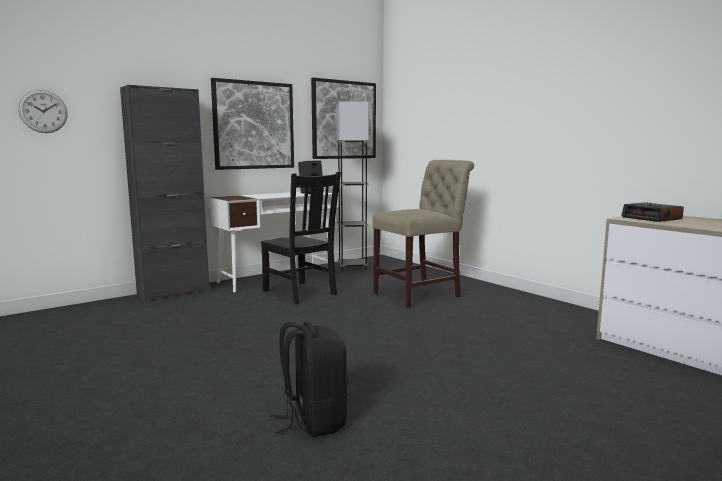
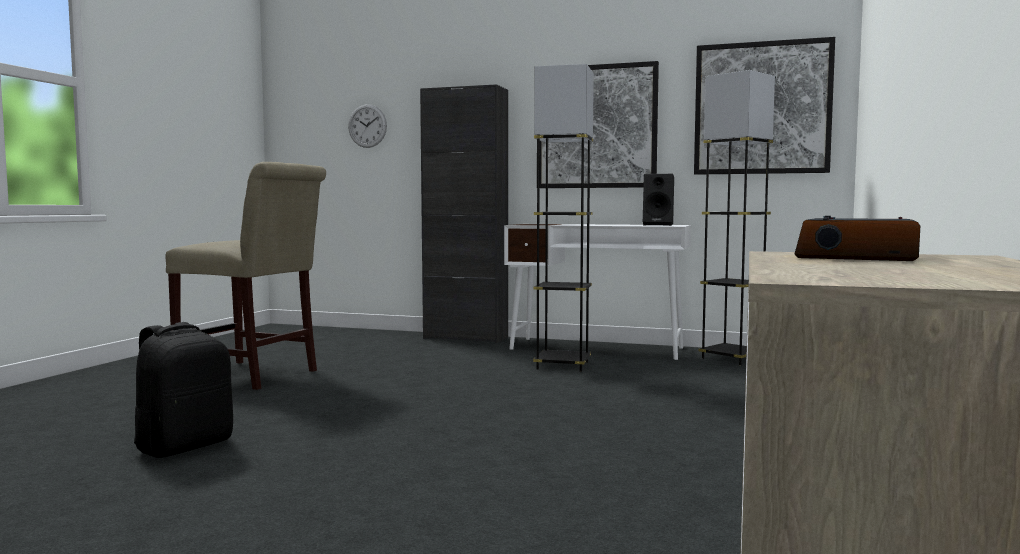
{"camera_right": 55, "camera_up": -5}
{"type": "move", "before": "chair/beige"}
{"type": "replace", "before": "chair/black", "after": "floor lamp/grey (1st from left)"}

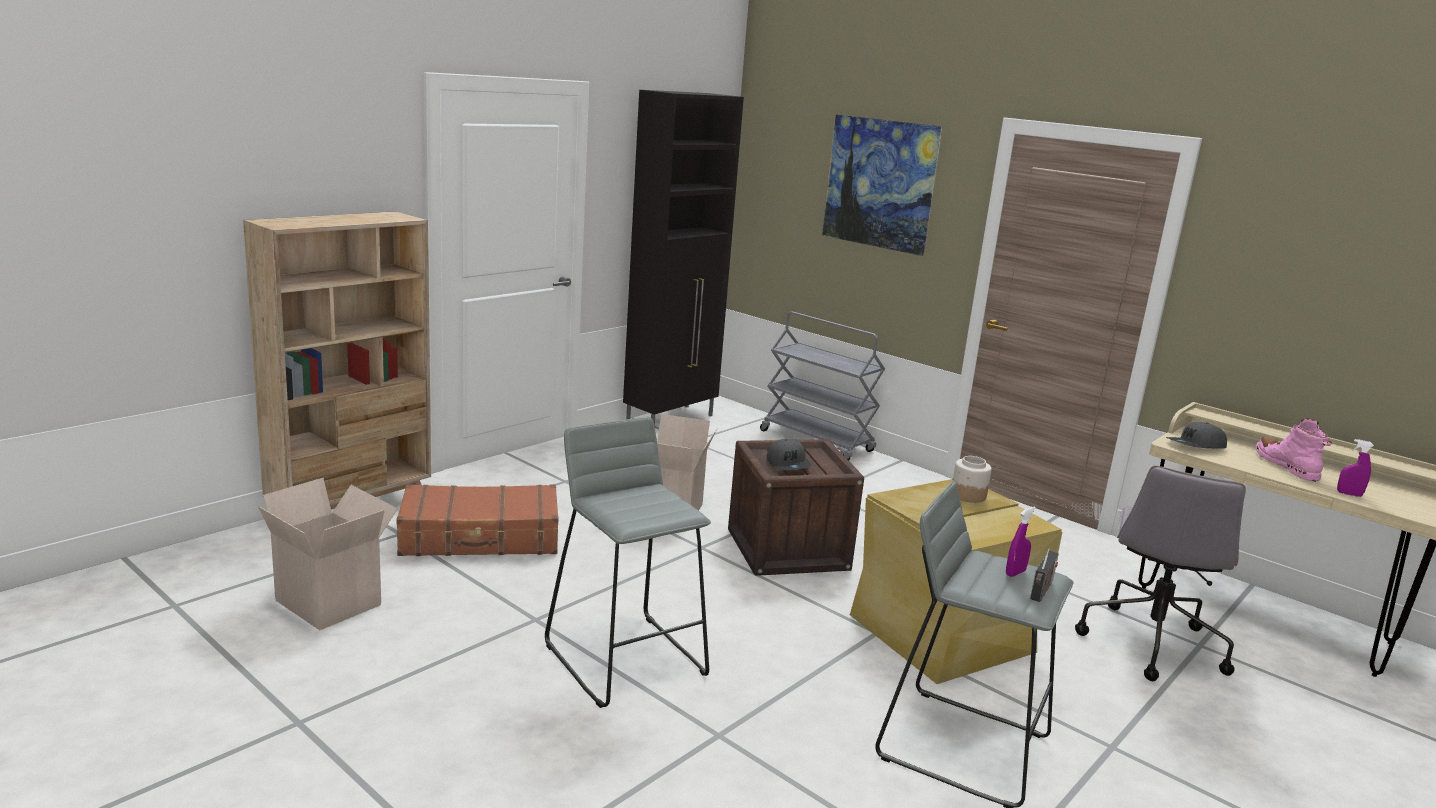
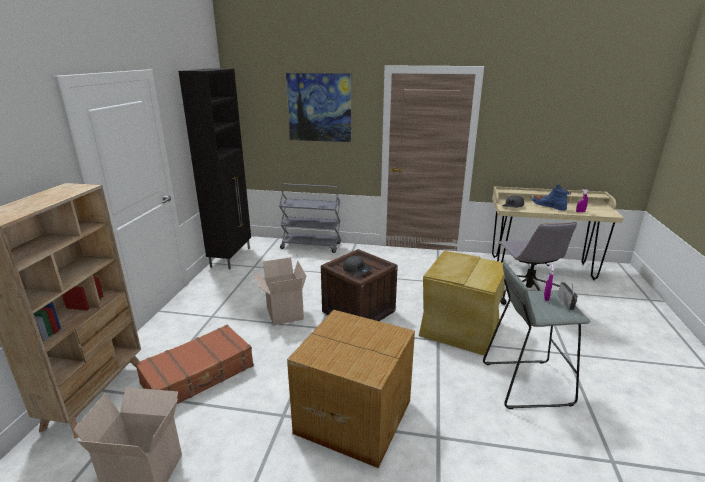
{"camera_right": -30, "camera_up": 5}
{"type": "replace", "before": "stool/grey (1st from left)", "after": "cardboard box (3rd from left)"}
{"type": "recolor", "before": "boot/pink", "after": "boot/blue"}
{"type": "delete", "before": "jar"}

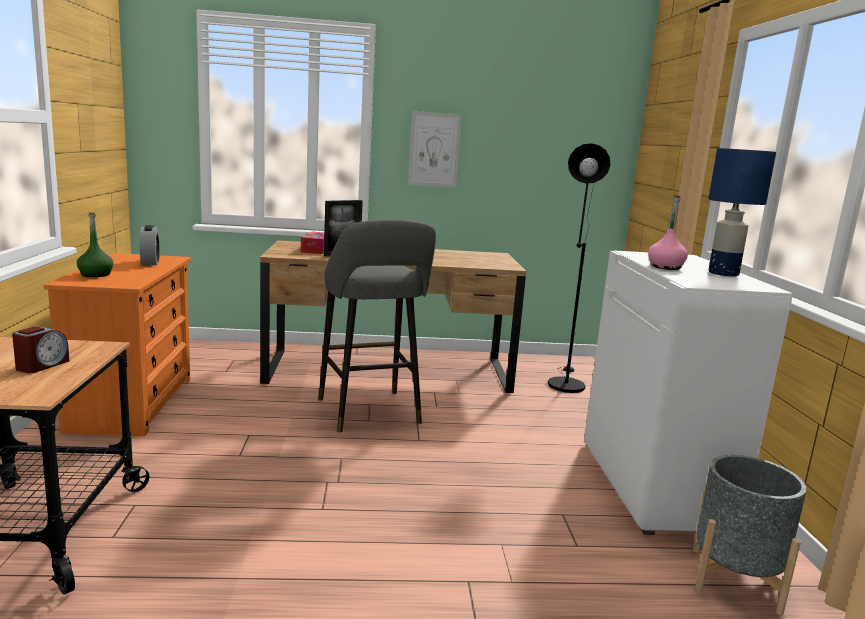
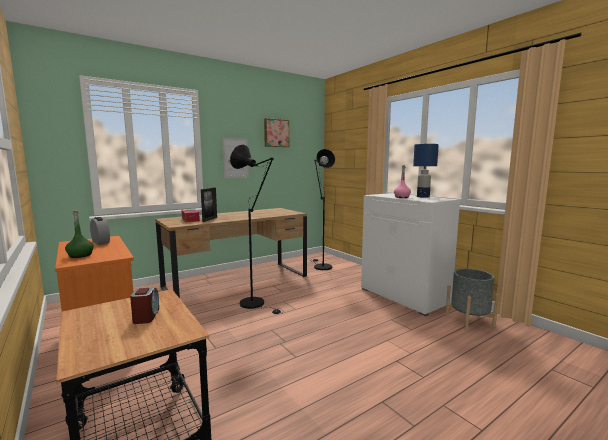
{"camera_right": -30, "camera_up": -5}
{"type": "replace", "before": "stool/grey", "after": "floor lamp/black (1st from left)"}
{"type": "insert", "after": "picture (2nd from left)"}

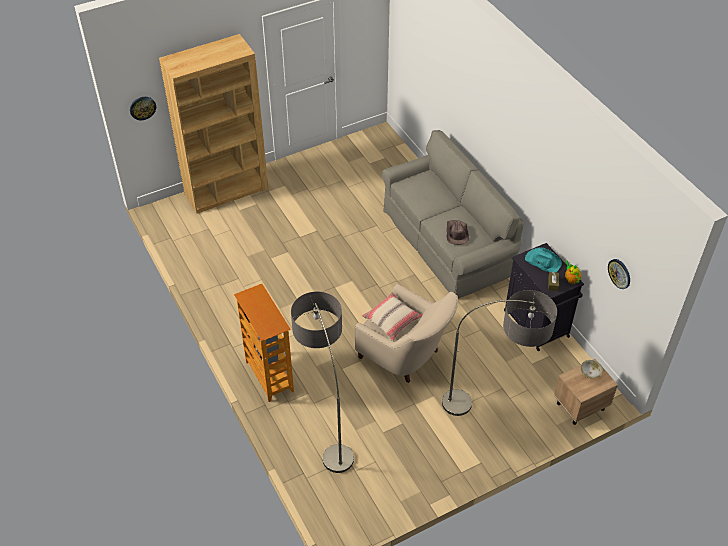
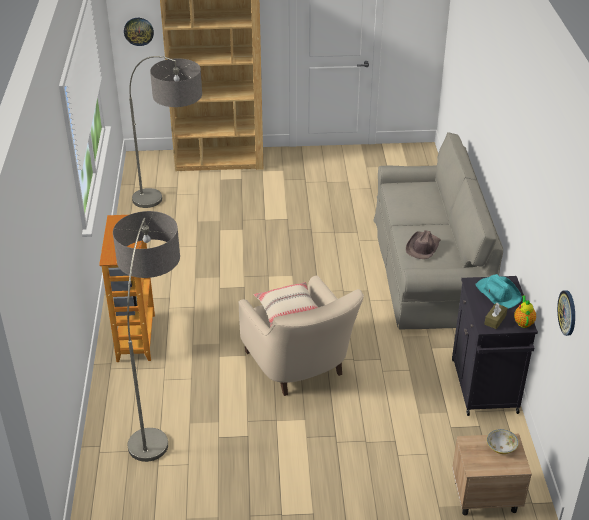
{"camera_right": 25, "camera_up": -10}
{"type": "move", "before": "floor lamp (2nd from left)"}

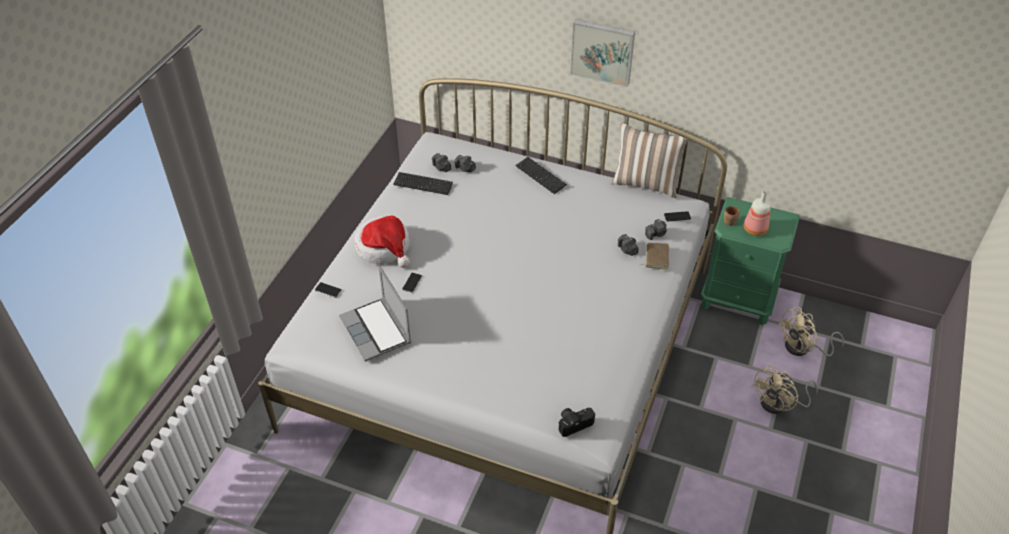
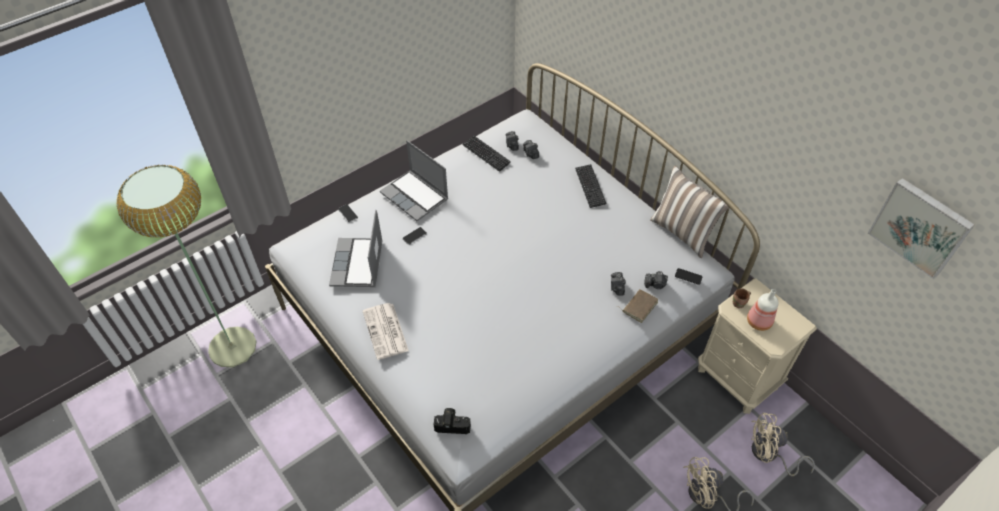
{"camera_right": 30, "camera_up": 5}
{"type": "move", "before": "picture"}
{"type": "recolor", "before": "nightstand/green", "after": "nightstand/beige"}
{"type": "replace", "before": "hat", "after": "laptop (2nd from left)"}
{"type": "insert", "after": "floor lamp"}
{"type": "insert", "after": "newspaper"}

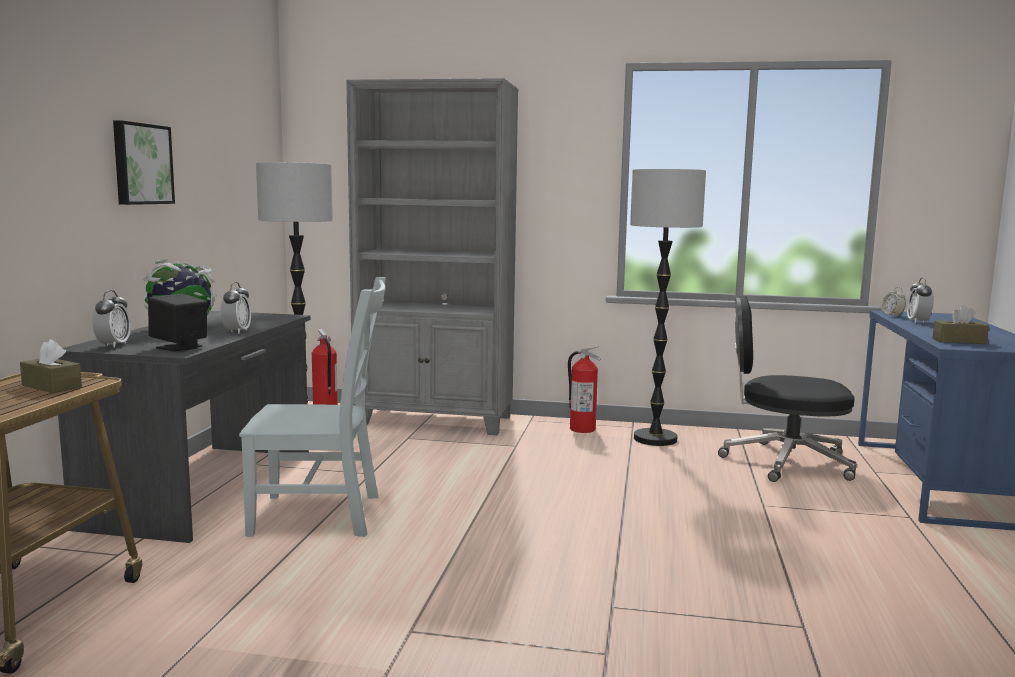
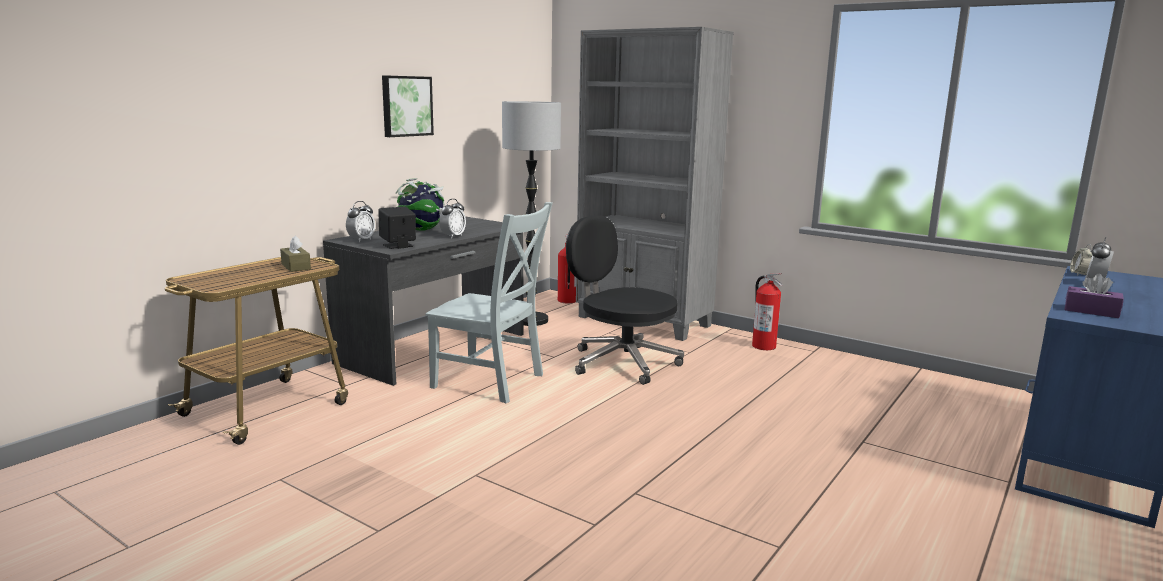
{"camera_right": 25, "camera_up": 5}
{"type": "delete", "before": "floor lamp (2nd from left)"}
{"type": "move", "before": "office chair/black"}
{"type": "recolor", "before": "tissue box/brown (2nd from left)", "after": "tissue box/purple"}

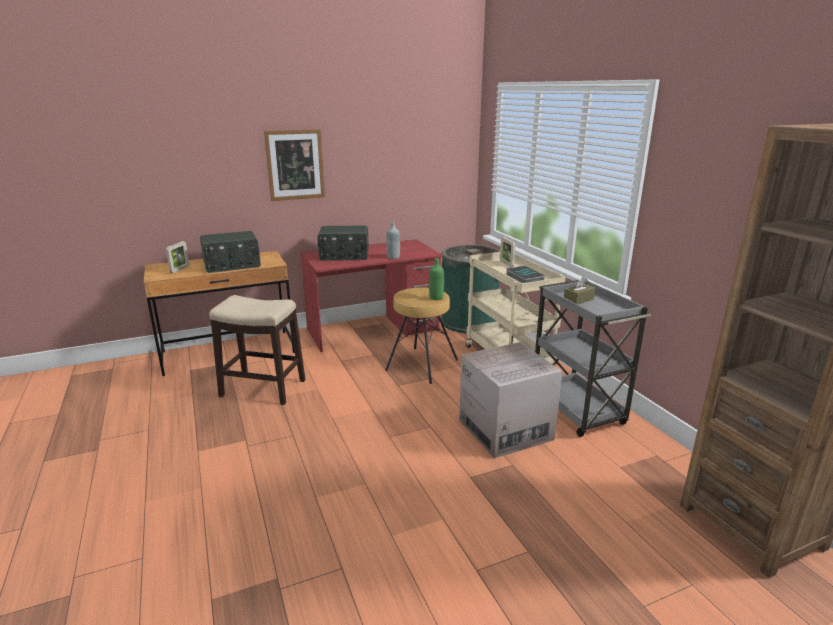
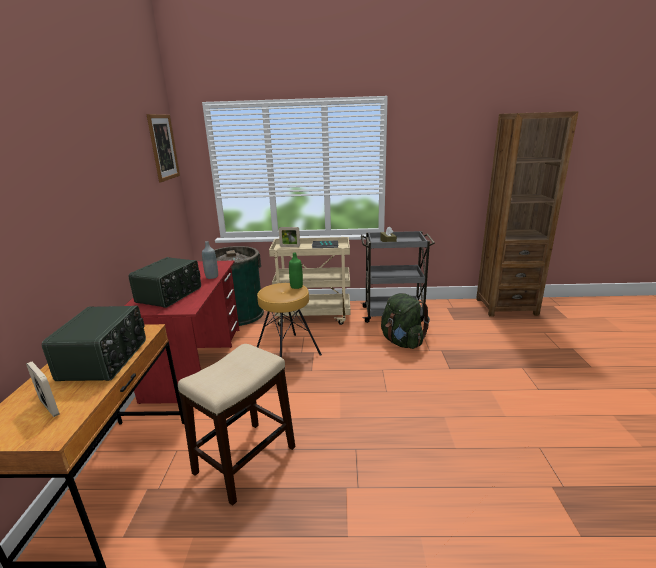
{"camera_right": -65, "camera_up": 0}
{"type": "move", "before": "picture"}
{"type": "replace", "before": "cardboard box", "after": "backpack/green"}

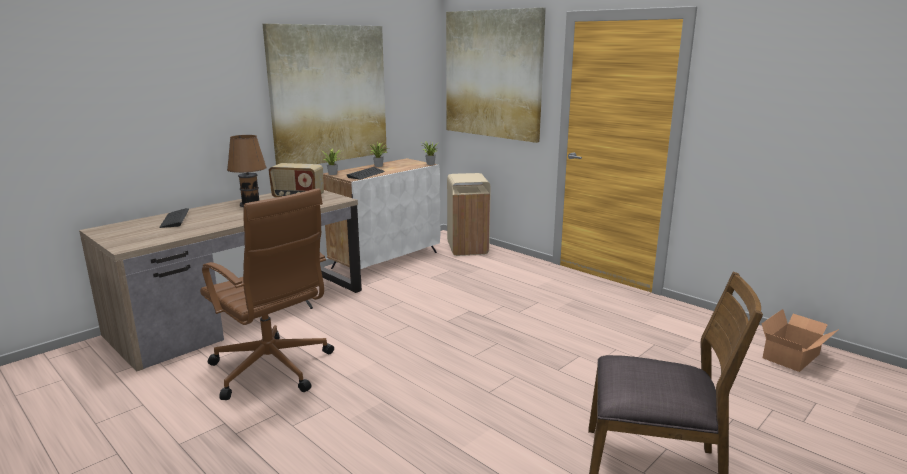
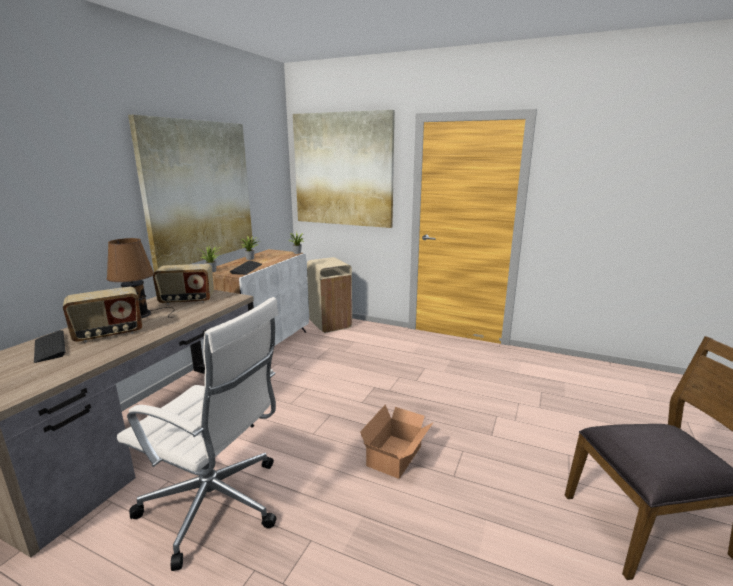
{"camera_right": -20, "camera_up": 0}
{"type": "recolor", "before": "office chair/brown", "after": "office chair/white"}
{"type": "move", "before": "cardboard box"}
{"type": "insert", "after": "radio (1st from left)"}

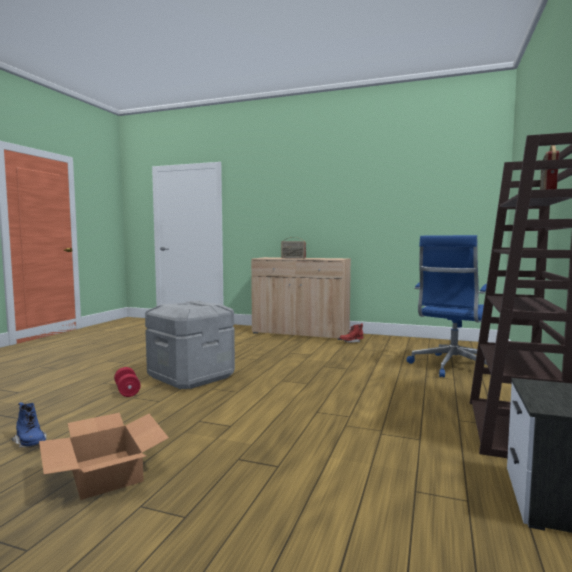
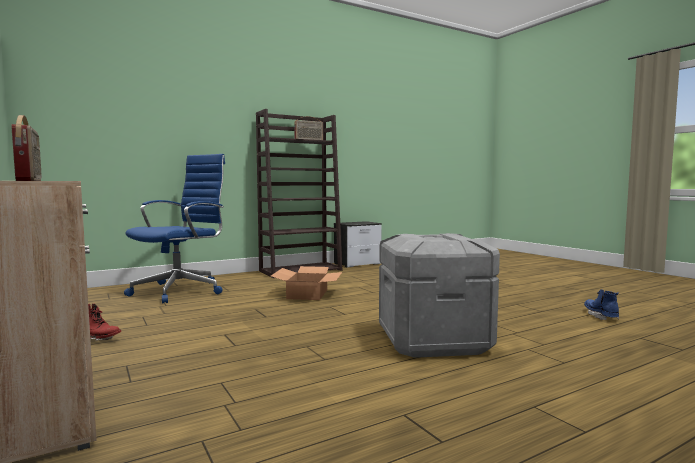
{"camera_right": -140, "camera_up": 0}
{"type": "rotate", "before": "office chair/blue", "turn": -45}
{"type": "delete", "before": "dumbbell/red"}
{"type": "move", "before": "cardboard box"}

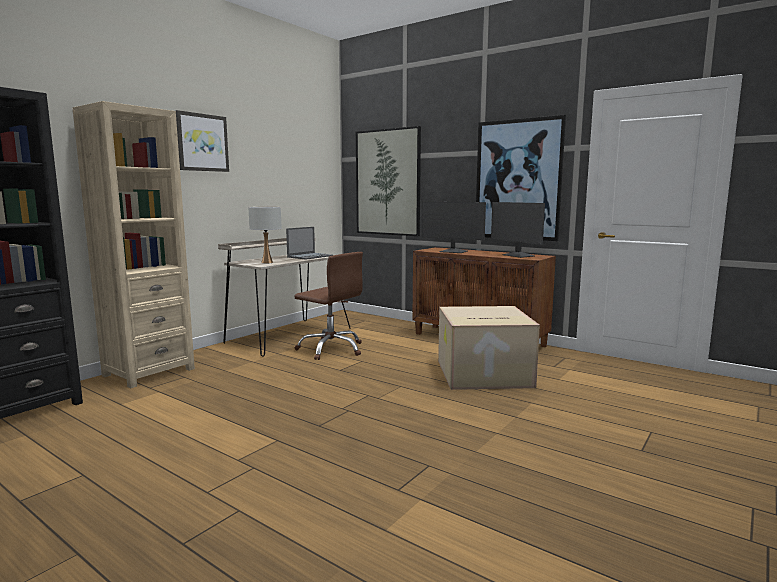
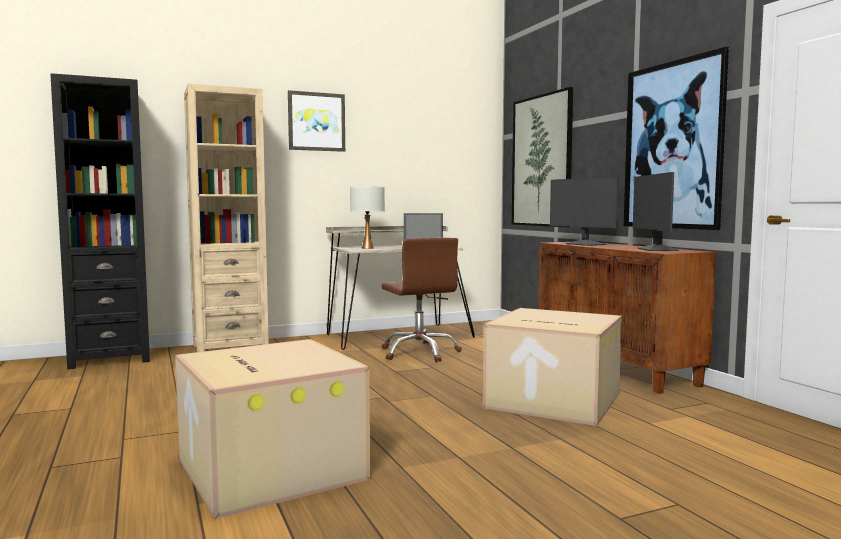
{"camera_right": 30, "camera_up": -5}
{"type": "insert", "after": "cardboard box (1st from left)"}

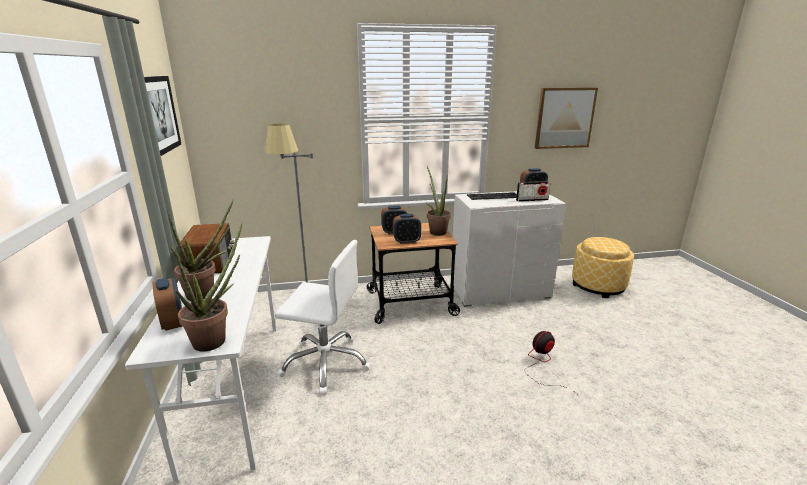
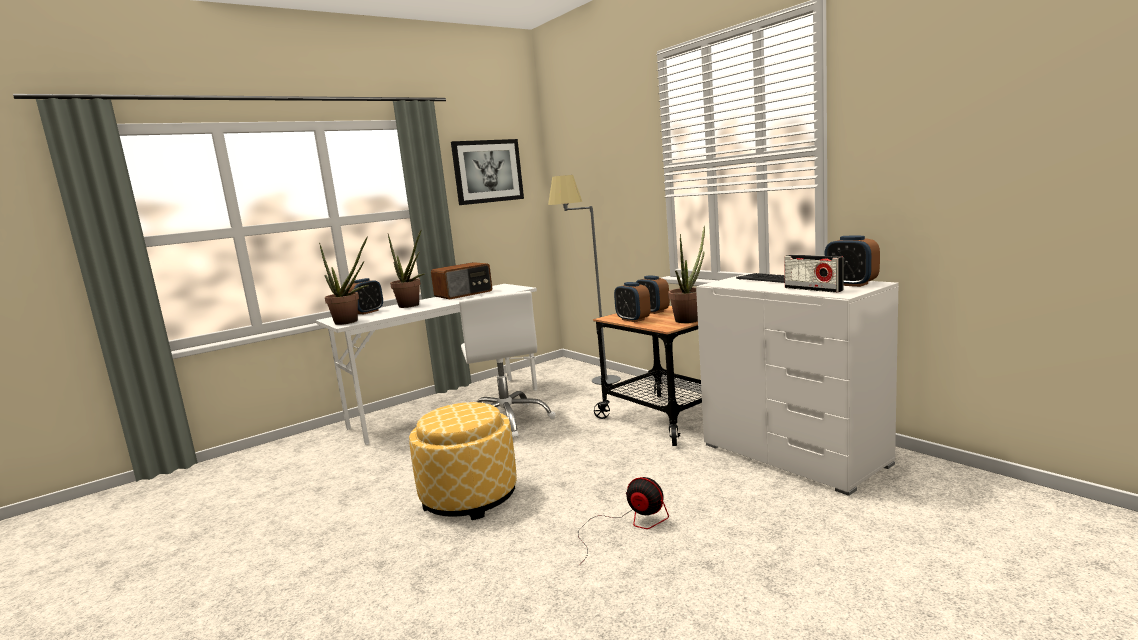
{"camera_right": 65, "camera_up": -10}
{"type": "delete", "before": "picture (2nd from left)"}
{"type": "move", "before": "ottoman"}

